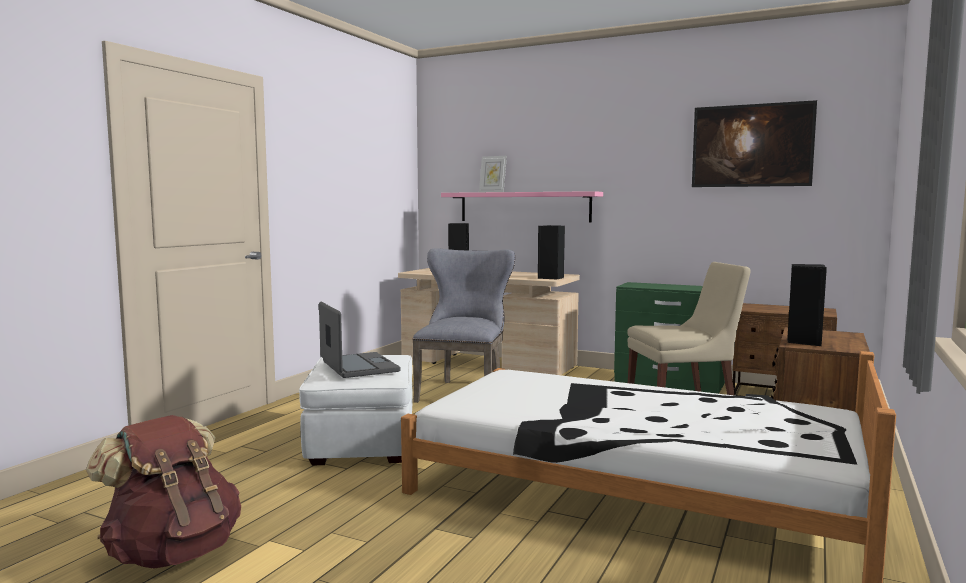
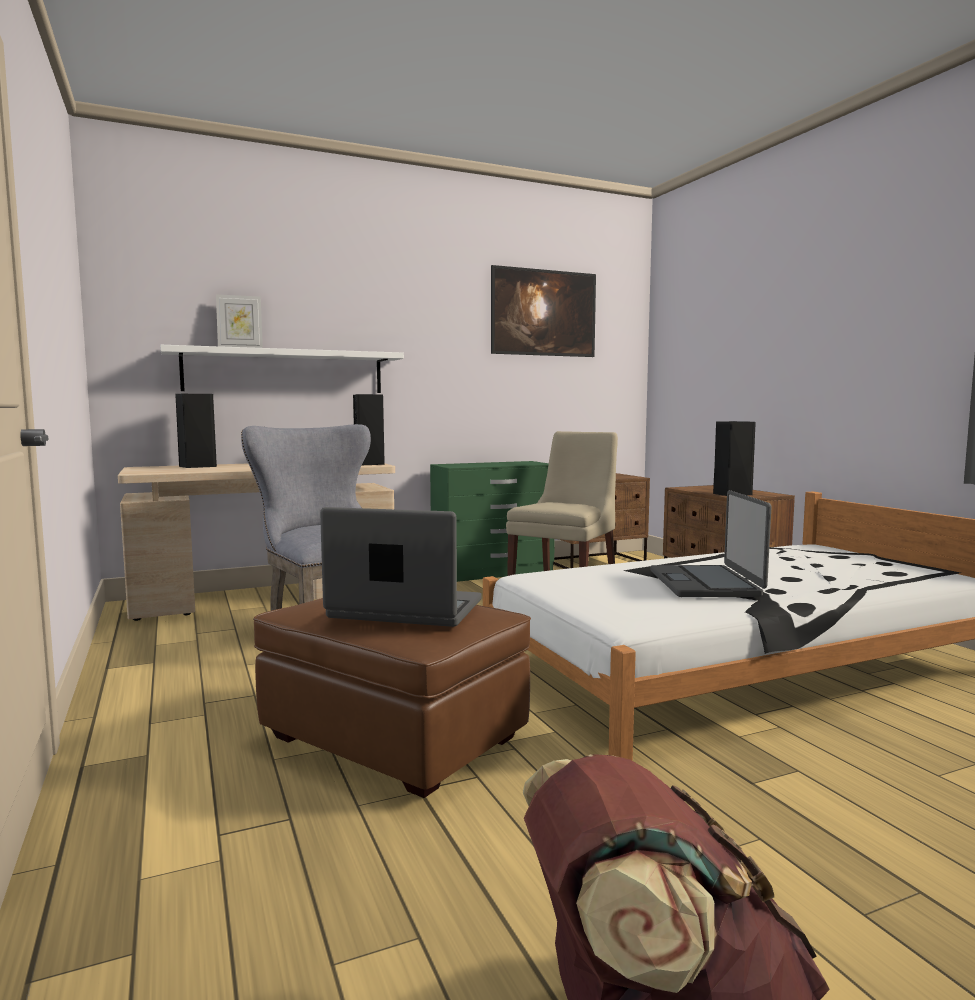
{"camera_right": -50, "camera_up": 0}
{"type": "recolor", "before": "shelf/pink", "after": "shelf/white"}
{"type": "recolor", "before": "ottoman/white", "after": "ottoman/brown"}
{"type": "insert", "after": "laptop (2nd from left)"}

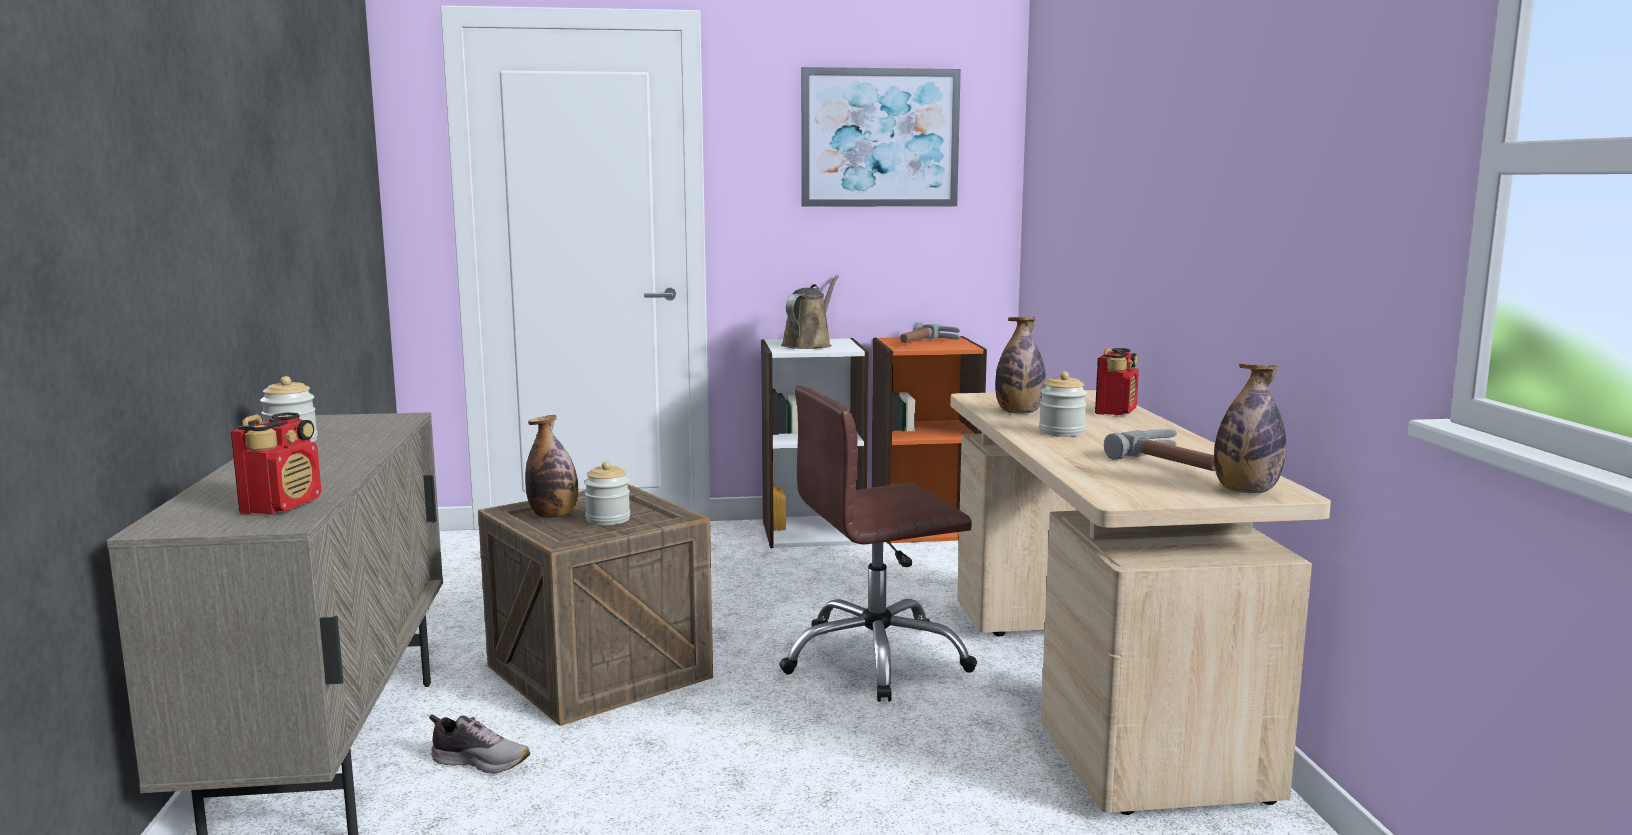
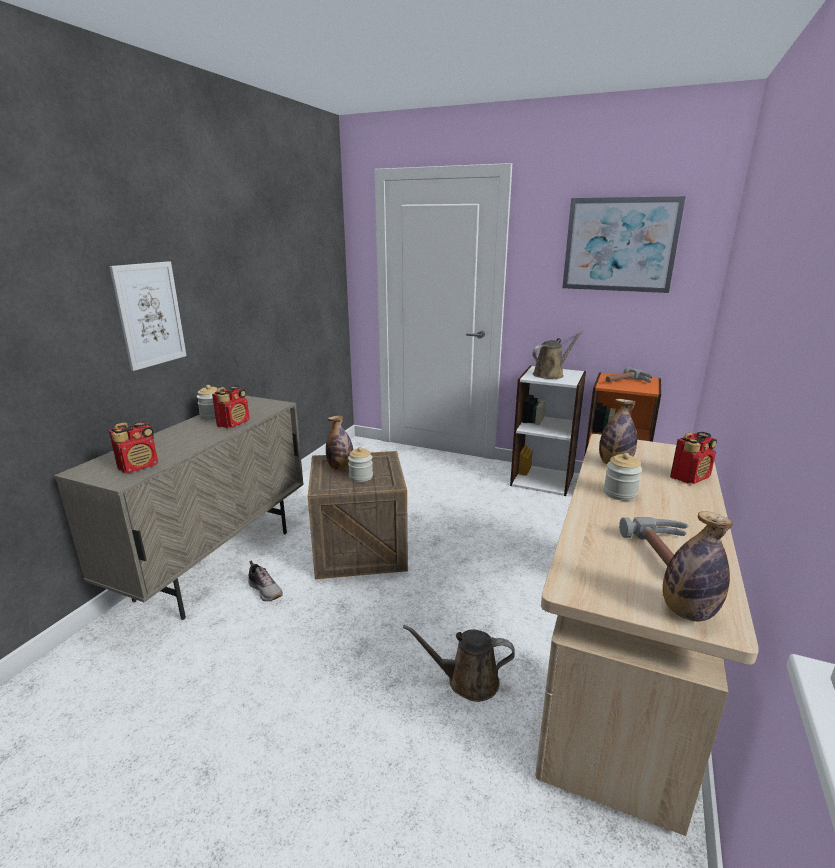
{"camera_right": 30, "camera_up": 10}
{"type": "delete", "before": "office chair/brown"}
{"type": "insert", "after": "picture (1st from left)"}
{"type": "insert", "after": "radio (2nd from left)"}
{"type": "insert", "after": "watering can/brown (1st from left)"}

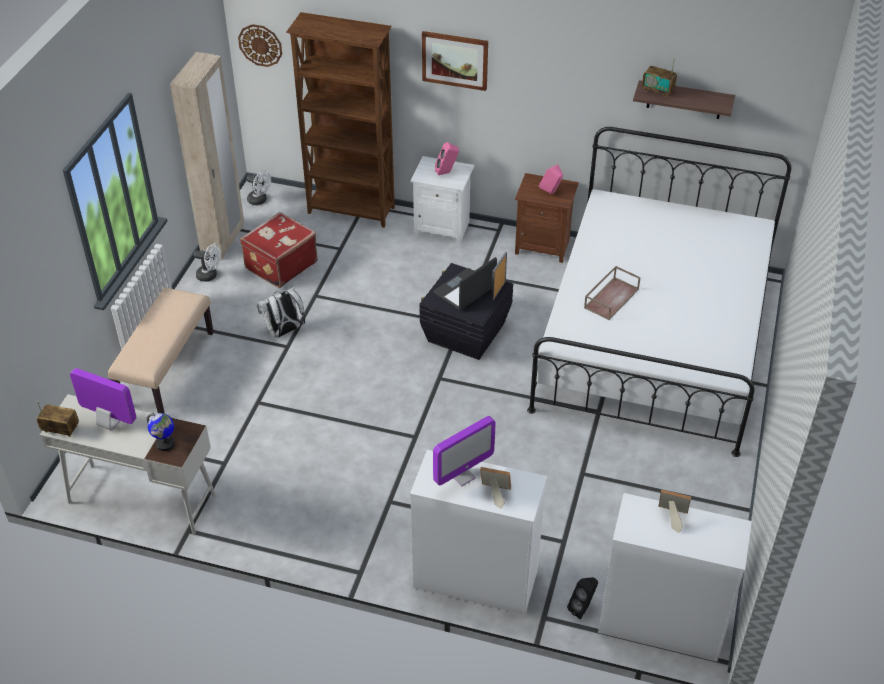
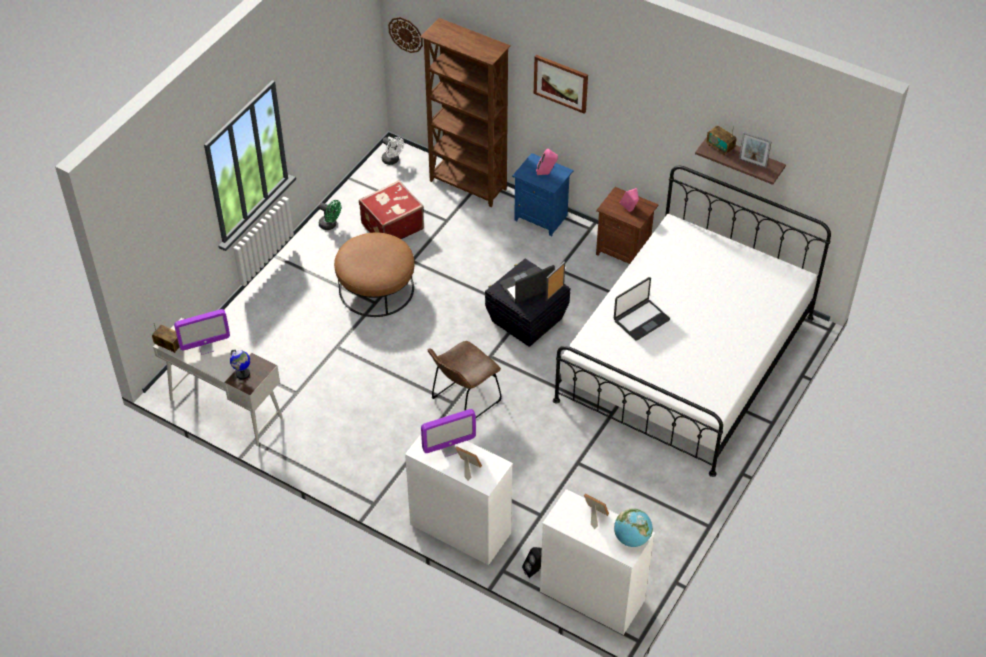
{"camera_right": 15, "camera_up": 5}
{"type": "delete", "before": "wardrobe/beige"}
{"type": "recolor", "before": "nightstand/white", "after": "nightstand/blue"}
{"type": "recolor", "before": "fan/white (1st from left)", "after": "fan/green"}
{"type": "replace", "before": "tray/brown", "after": "laptop (2nd from left)"}
{"type": "delete", "before": "bench/beige"}
{"type": "replace", "before": "backpack/white", "after": "ottoman/brown"}
{"type": "rotate", "before": "monitor (1st from left)", "turn": 120}
{"type": "insert", "after": "picture frame (4th from left)"}
{"type": "insert", "after": "chair/brown"}
{"type": "insert", "after": "globe (2nd from left)"}

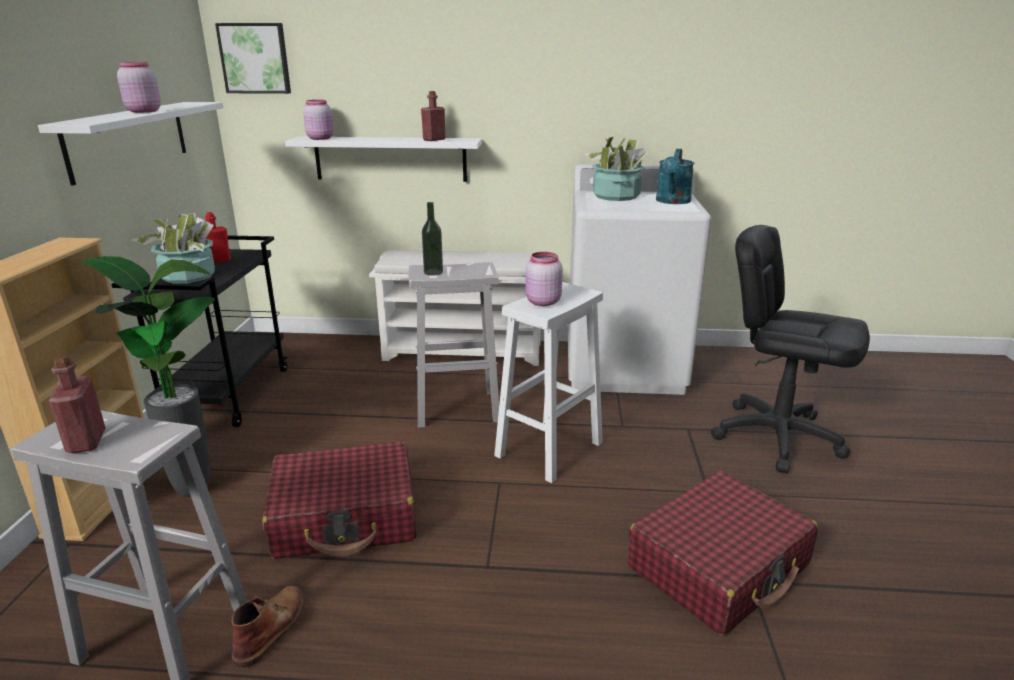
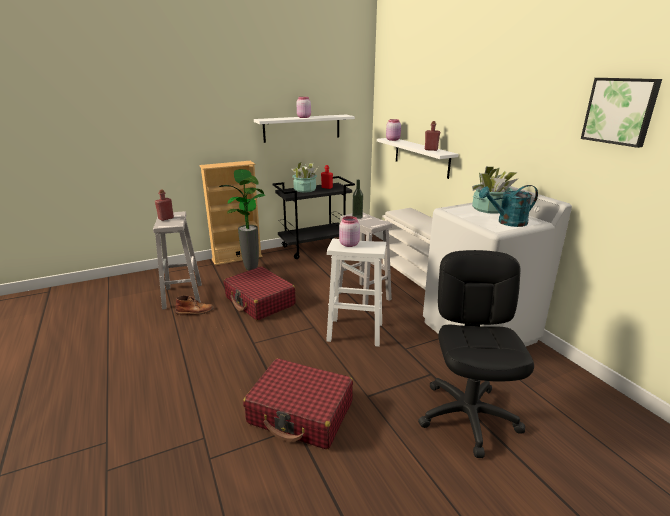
{"camera_right": 60, "camera_up": 0}
{"type": "move", "before": "picture"}

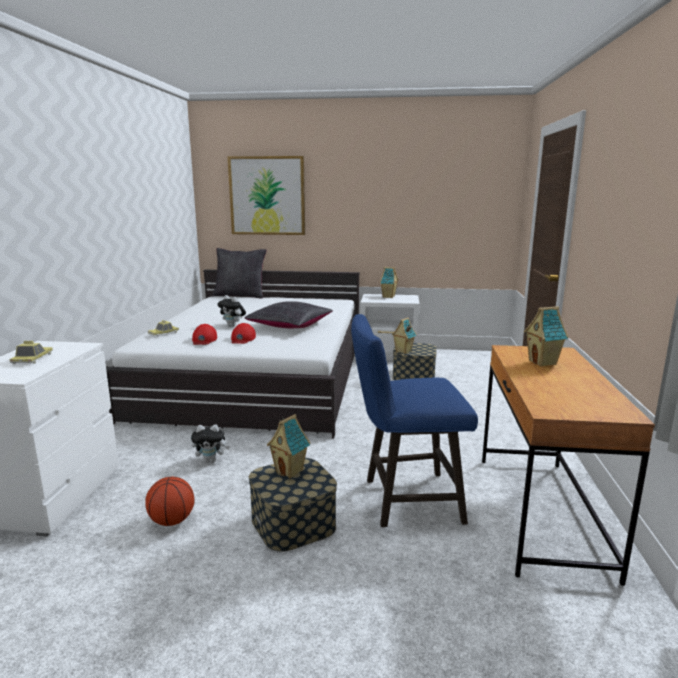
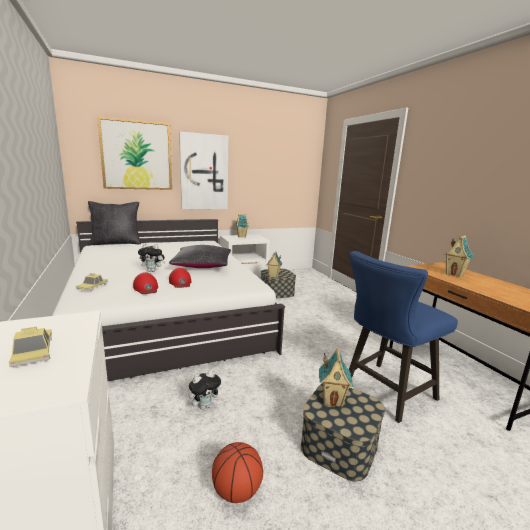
{"camera_right": -30, "camera_up": 0}
{"type": "insert", "after": "picture (2nd from left)"}

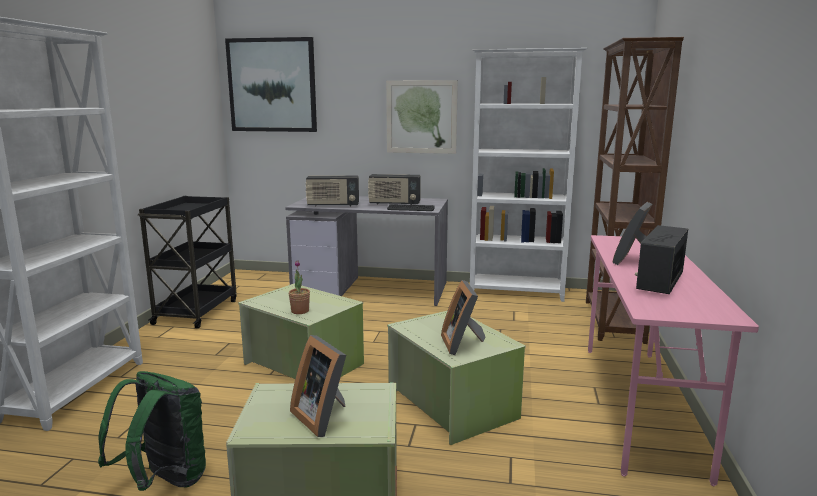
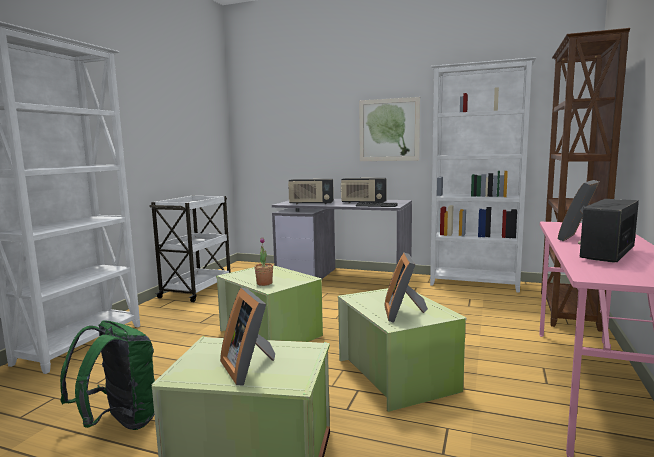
{"camera_right": 10, "camera_up": -5}
{"type": "delete", "before": "picture (1st from left)"}
{"type": "recolor", "before": "cart/black", "after": "cart/white"}

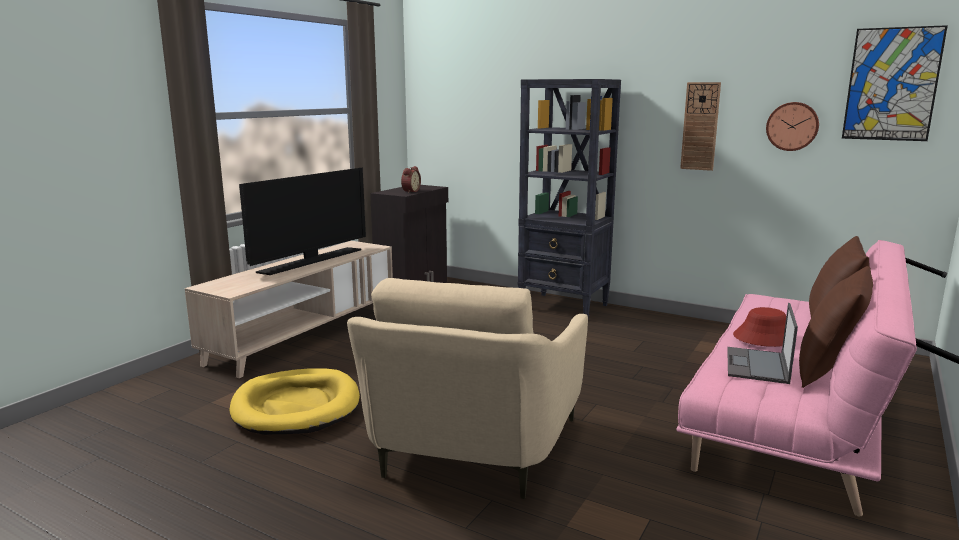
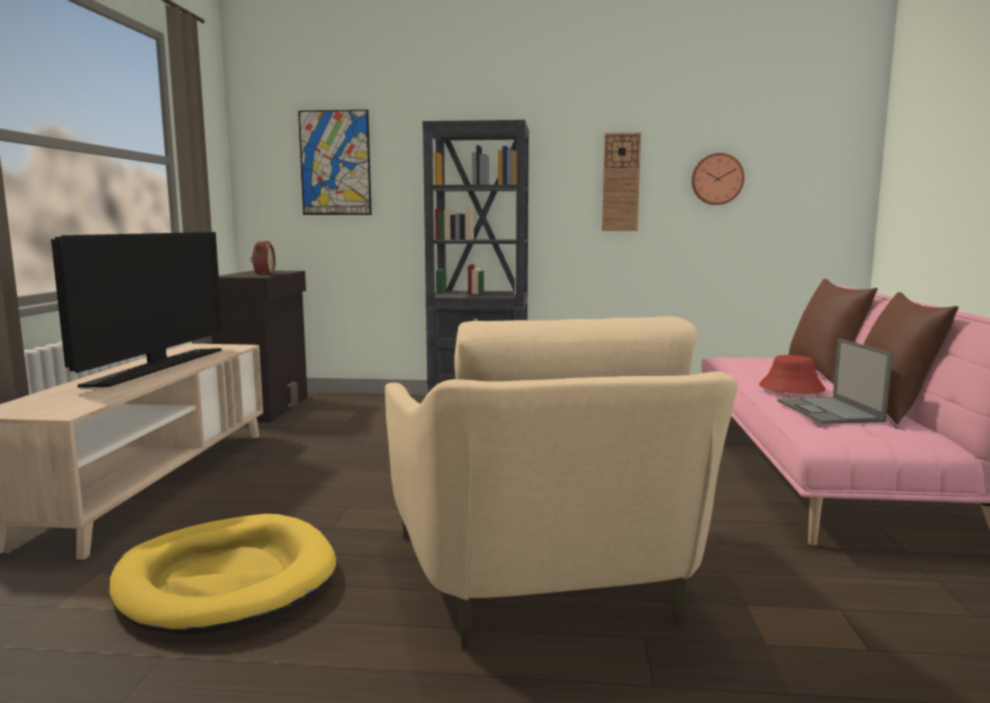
{"camera_right": -25, "camera_up": -5}
{"type": "move", "before": "picture"}

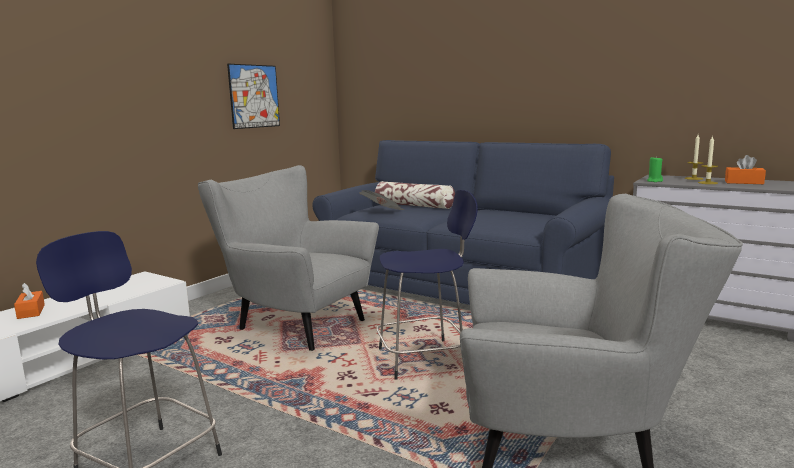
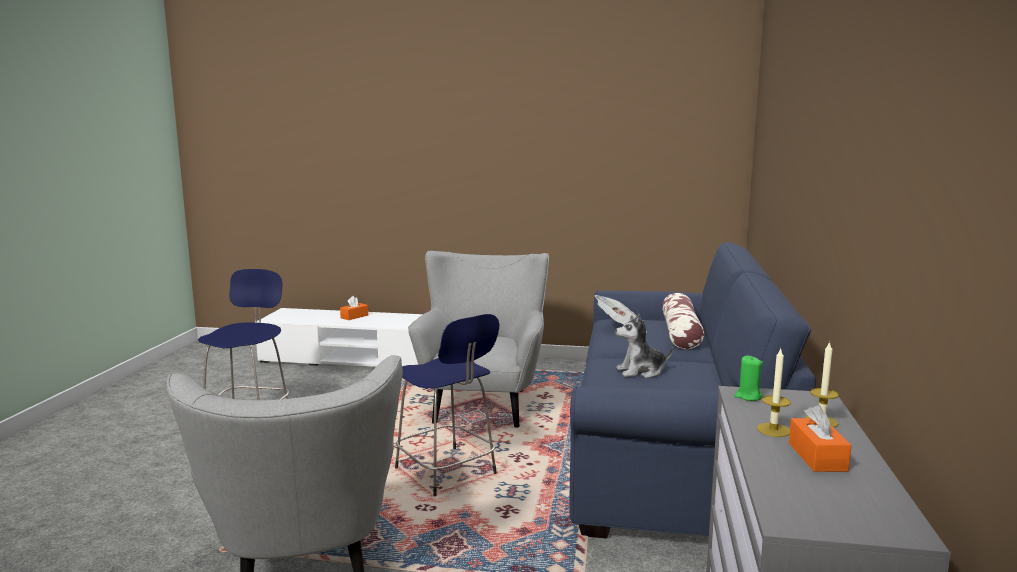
{"camera_right": 65, "camera_up": 0}
{"type": "delete", "before": "picture"}
{"type": "insert", "after": "plush toy"}

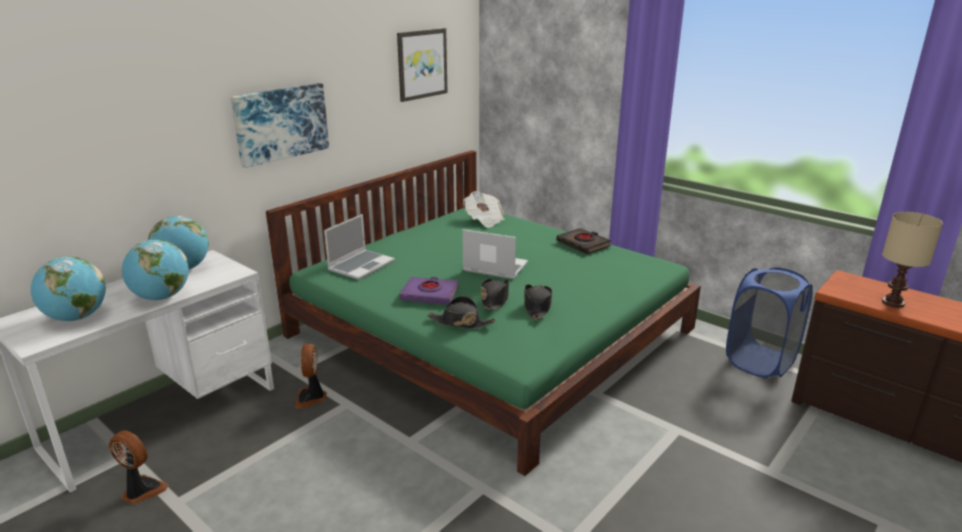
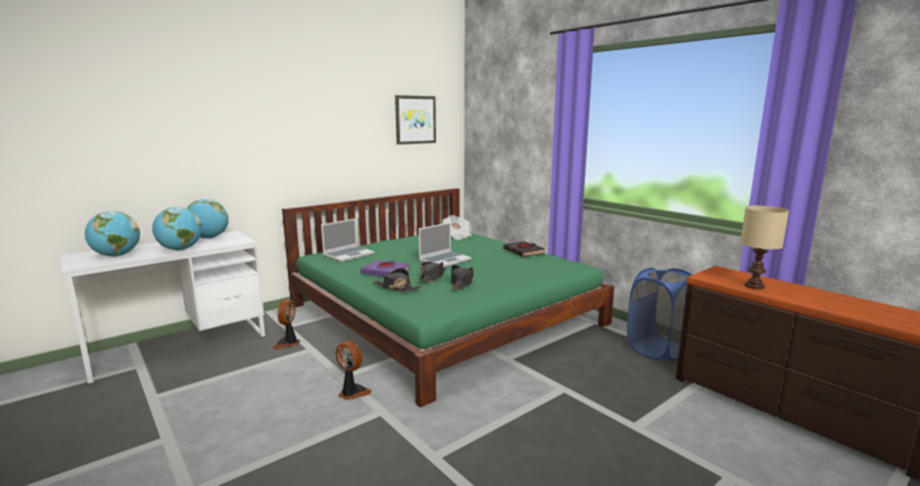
{"camera_right": 10, "camera_up": -10}
{"type": "delete", "before": "picture (1st from left)"}
{"type": "rotate", "before": "laptop (2nd from left)", "turn": 105}
{"type": "move", "before": "fan (1st from left in the first image)", "after": "fan (2nd from left)"}

